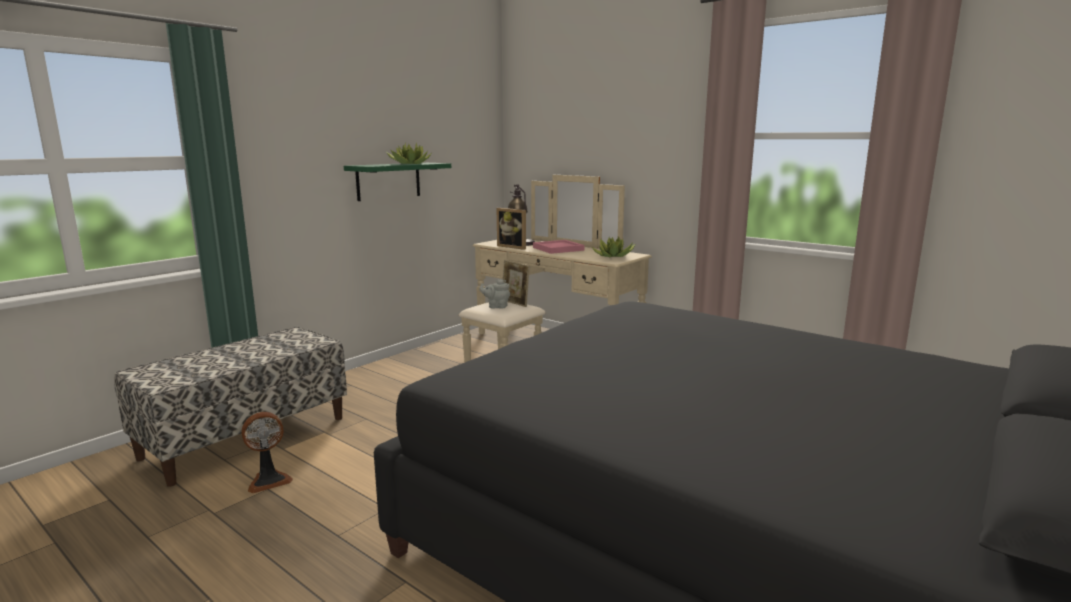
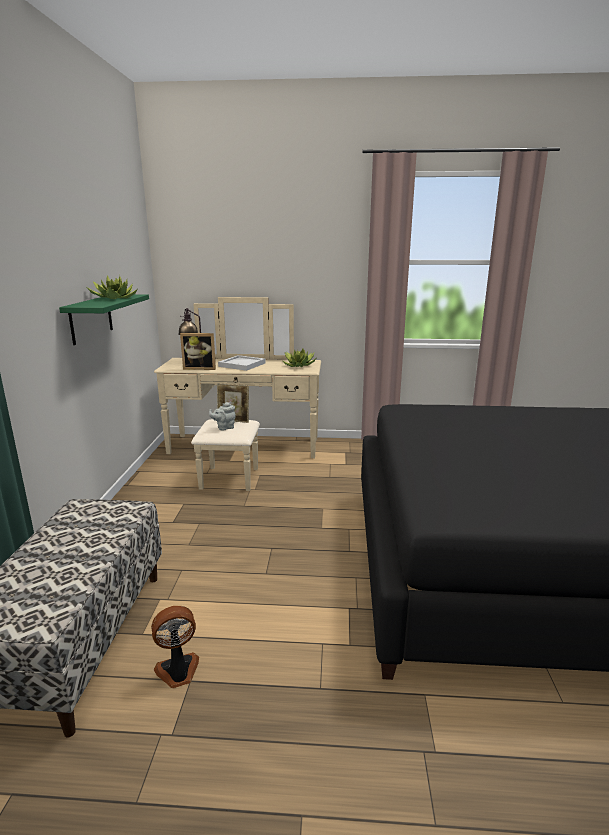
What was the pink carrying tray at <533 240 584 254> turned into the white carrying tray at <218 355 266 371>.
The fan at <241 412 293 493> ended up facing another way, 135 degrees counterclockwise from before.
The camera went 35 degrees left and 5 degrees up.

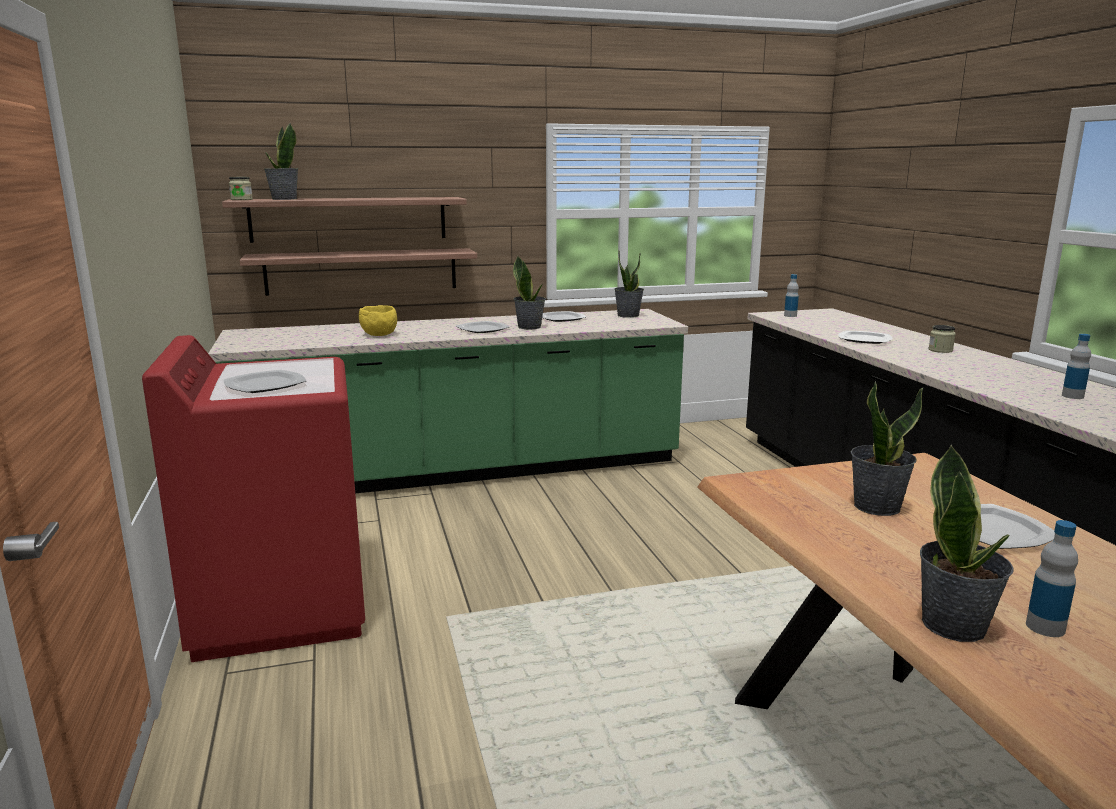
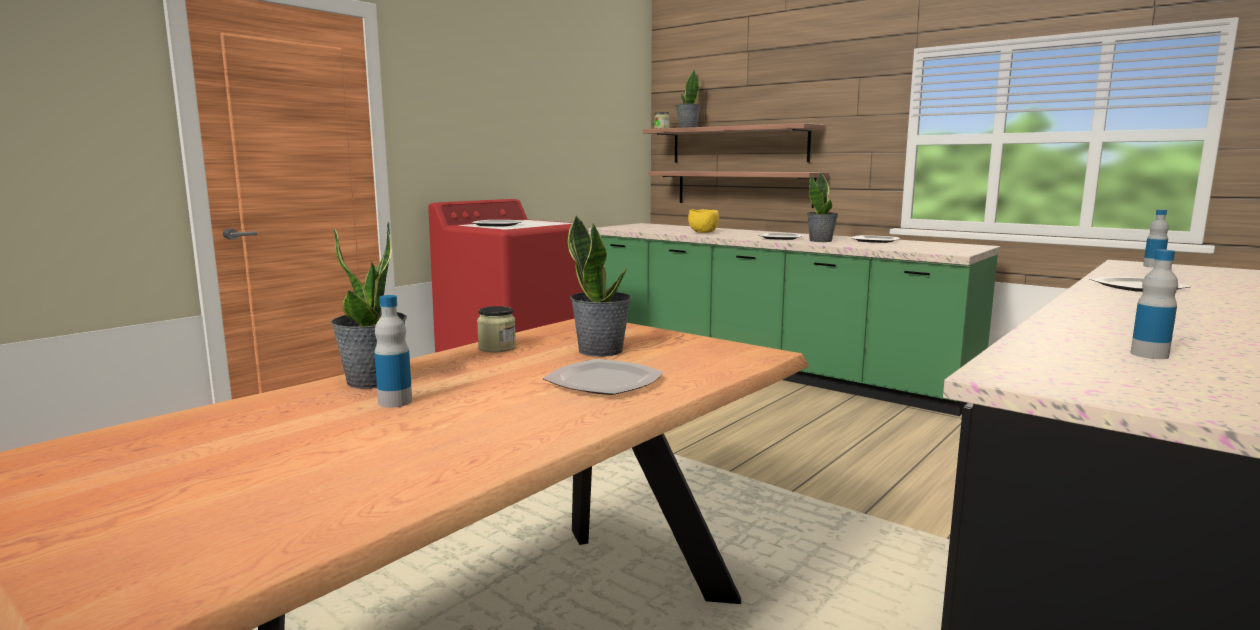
The second view lost the houseplant at <615 251 644 318>.
The jar ended up elsewhere, having gone from <928 325 956 353> to <477 306 516 353>.
The camera went 55 degrees right and 5 degrees down.

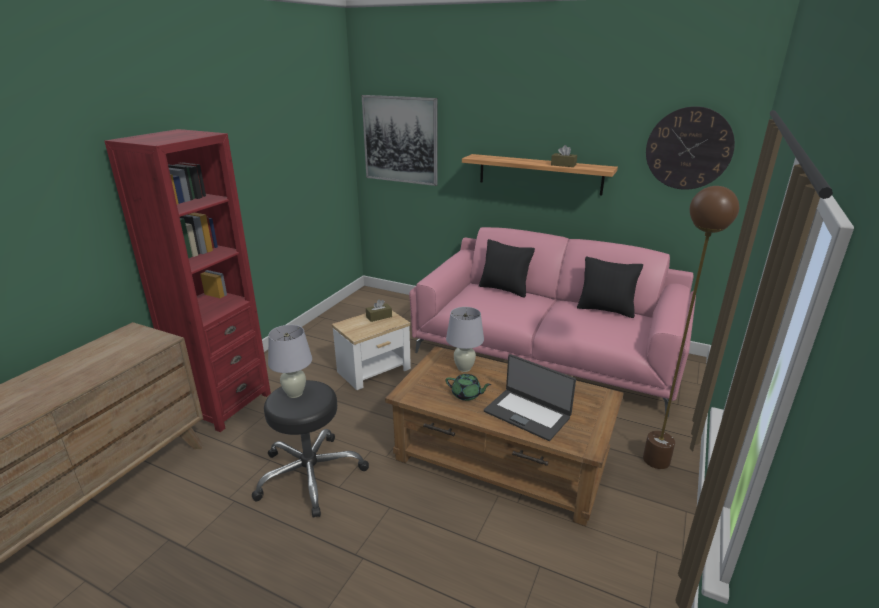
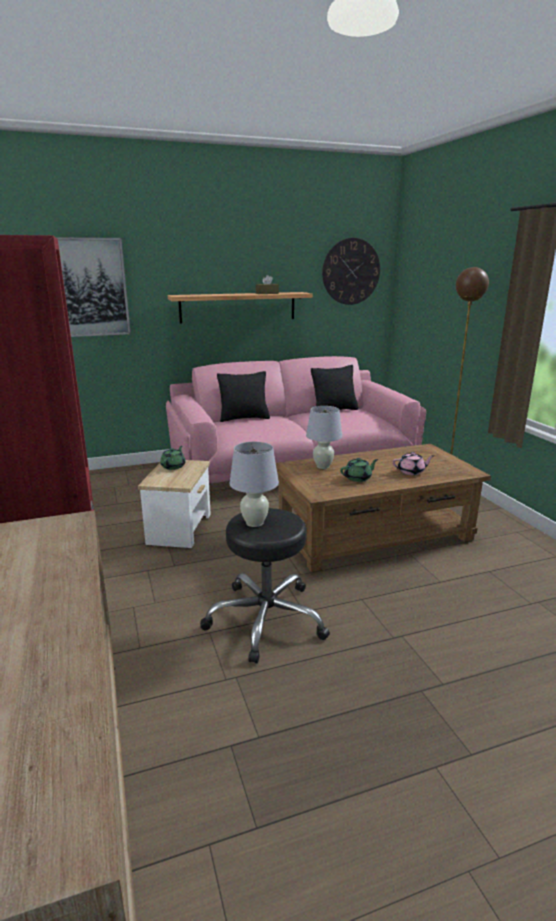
Where the brown-coloured tissue holder stood at <366 299 392 322>, the green pot for tea came to stand at <160 446 186 470>.
Where the portable computer stood at <484 354 576 441>, the pink pot for tea came to stand at <393 452 434 475>.
The camera went 45 degrees left and 5 degrees down.

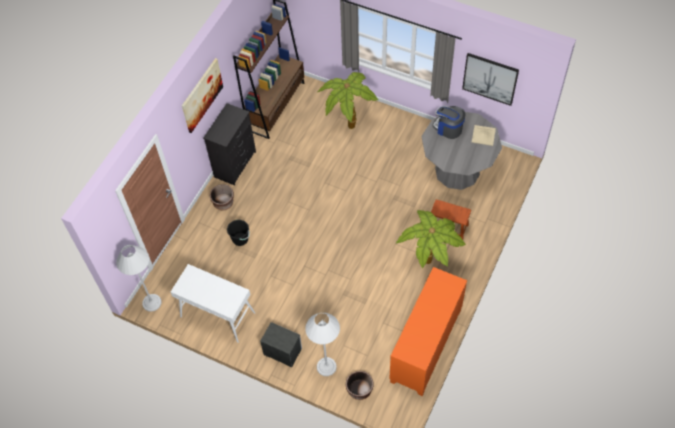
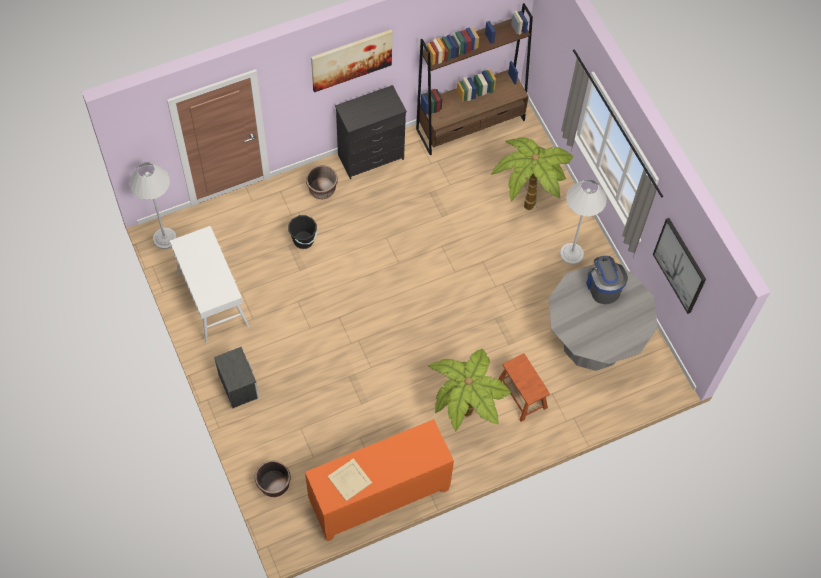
The beige carrying tray ended up elsewhere, having gone from <471 125 496 146> to <328 458 372 501>.
The white standing lamp ended up elsewhere, having gone from <305 313 340 376> to <560 179 607 264>.
The camera went 35 degrees right and 5 degrees up.

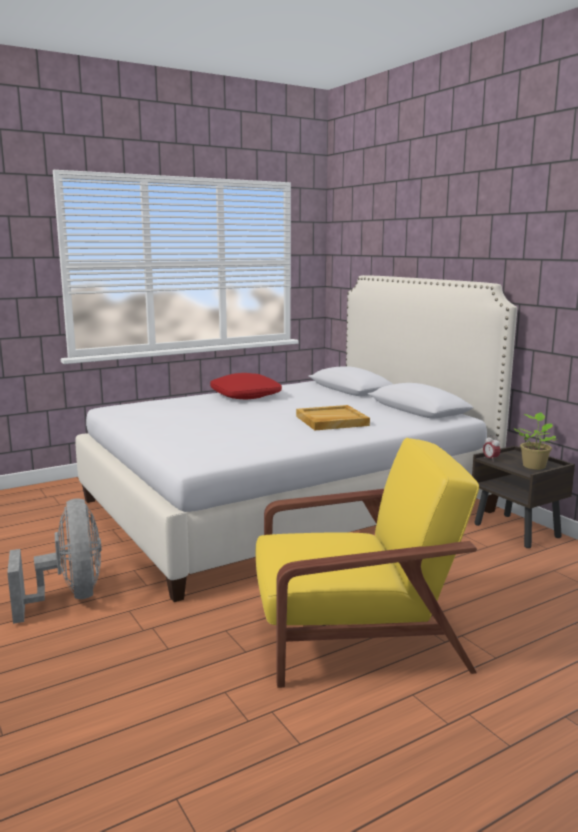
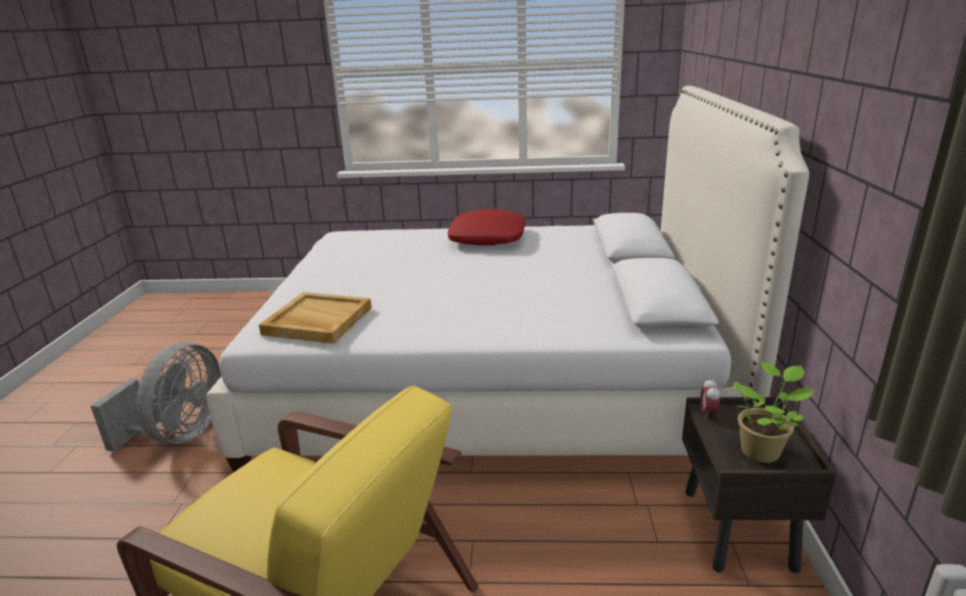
The beige carrying tray ended up elsewhere, having gone from <296 405 370 430> to <259 292 372 344>.
The camera went 35 degrees right and 10 degrees up.

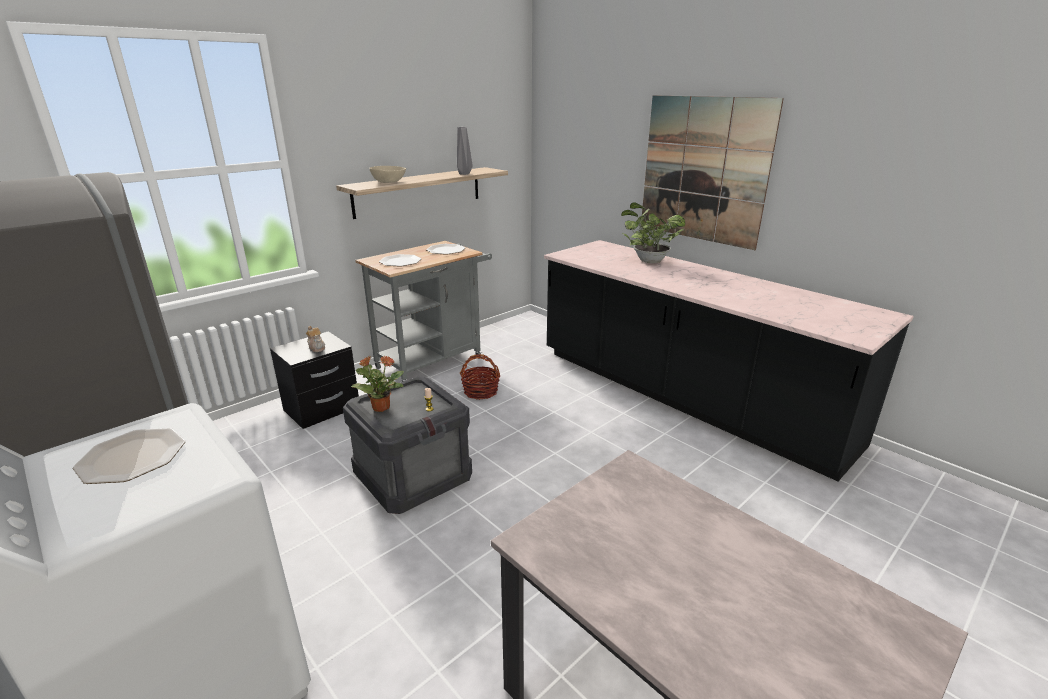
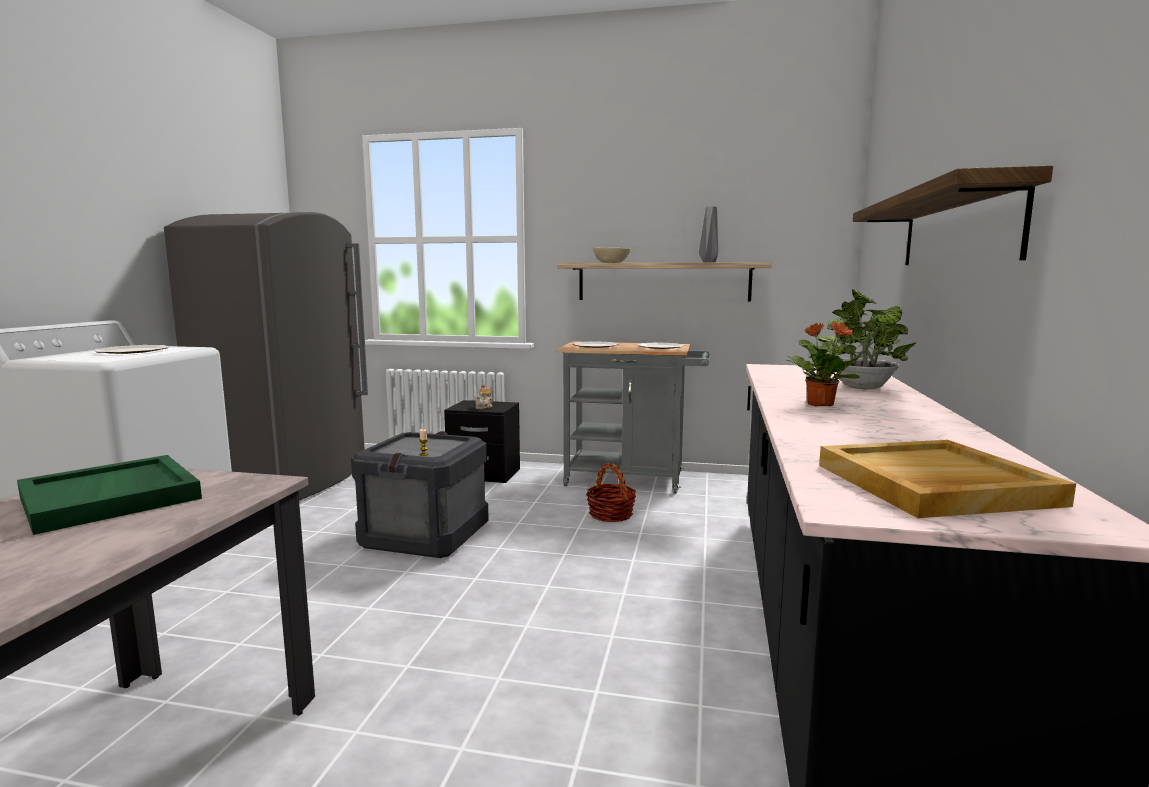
Where the wall art hung at <642 95 784 250>, the wall shelf came to hang at <853 166 1053 265>.
The houseplant ended up elsewhere, having gone from <351 356 404 412> to <786 322 864 406>.
The second view gained the beige carrying tray at <819 440 1076 518>.
The second view gained the green carrying tray at <17 455 202 535>.
The camera went 55 degrees right and 15 degrees down.

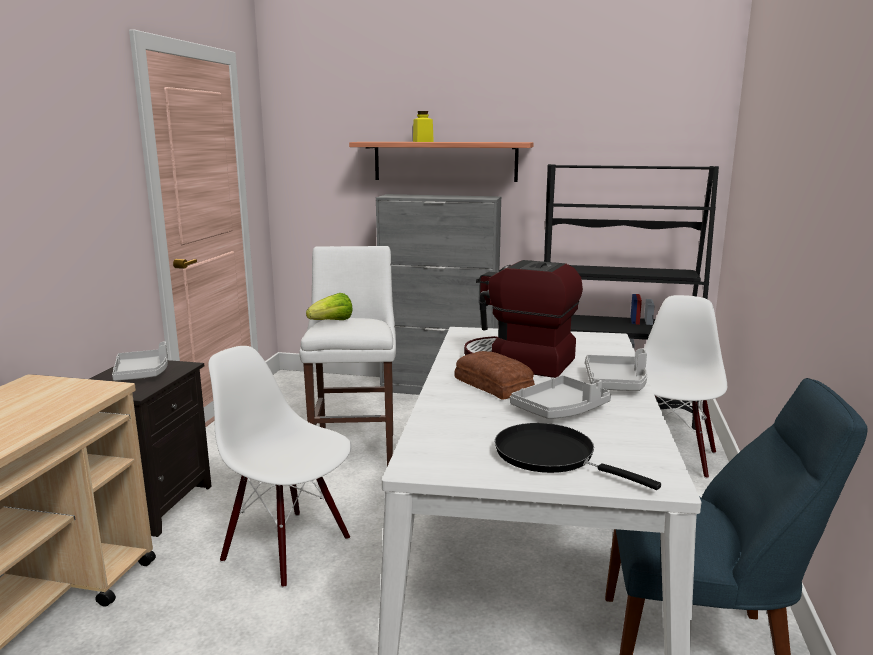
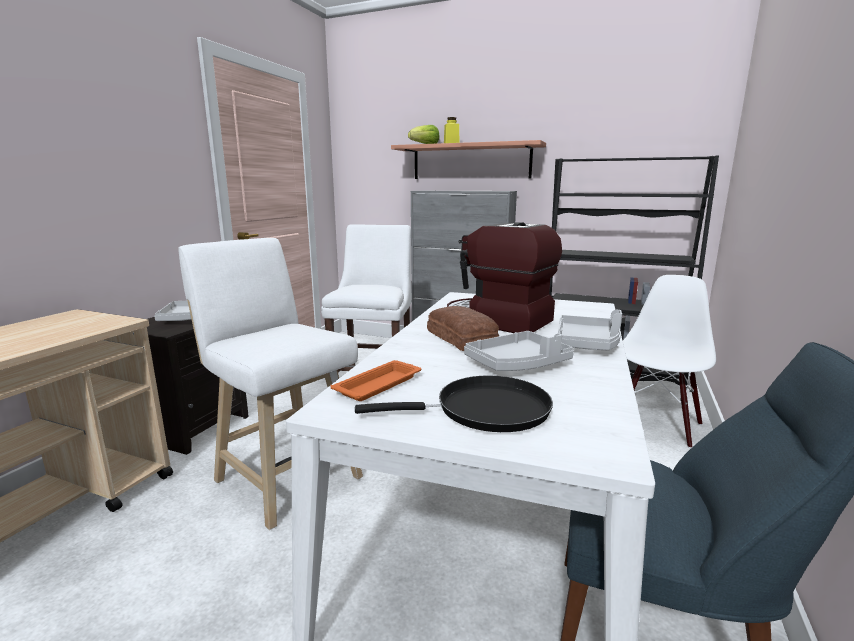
The lettuce ended up elsewhere, having gone from <306 293 353 320> to <408 125 439 144>.
Where the white upright chair stood at <208 346 351 588>, the white sitting stool came to stand at <178 238 363 530>.
The black-coloured pan at <495 423 661 490> ended up facing another way, 120 degrees clockwise from before.
The second view gained the orange carrying tray at <330 360 421 401>.
The camera went 10 degrees right and 0 degrees up.

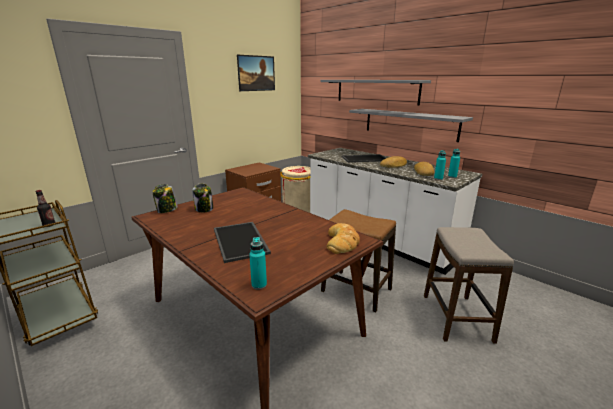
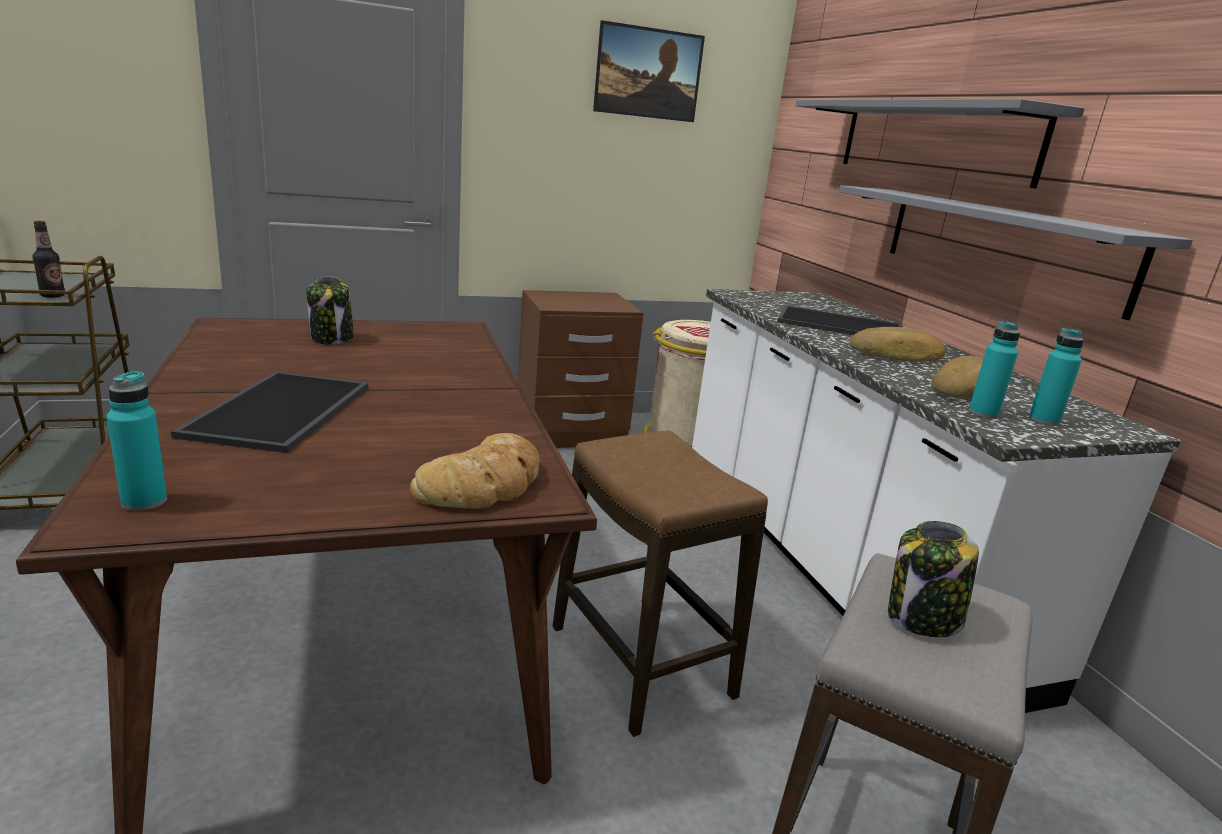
The jar ended up elsewhere, having gone from <152 184 178 213> to <888 521 979 637>.
The camera went 25 degrees right and 0 degrees up.

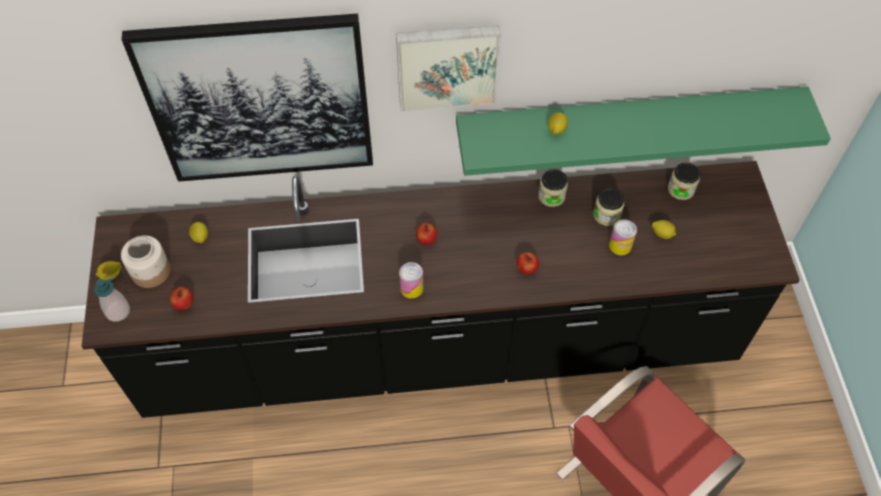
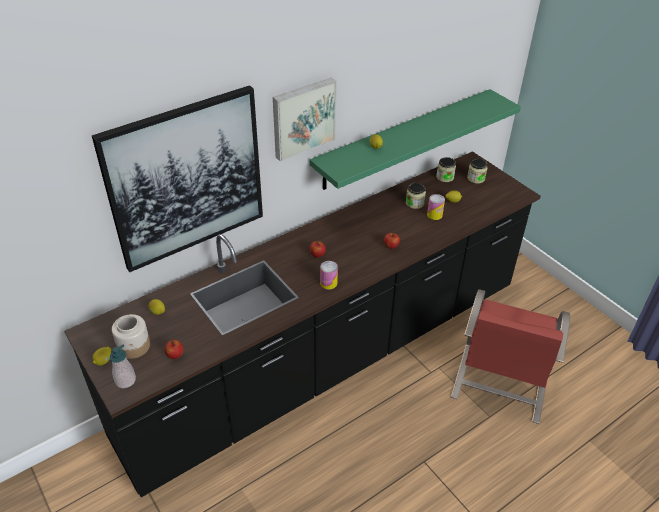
The jar ended up elsewhere, having gone from <538 169 568 207> to <467 159 487 184>.
The camera went 30 degrees left and 15 degrees down.

